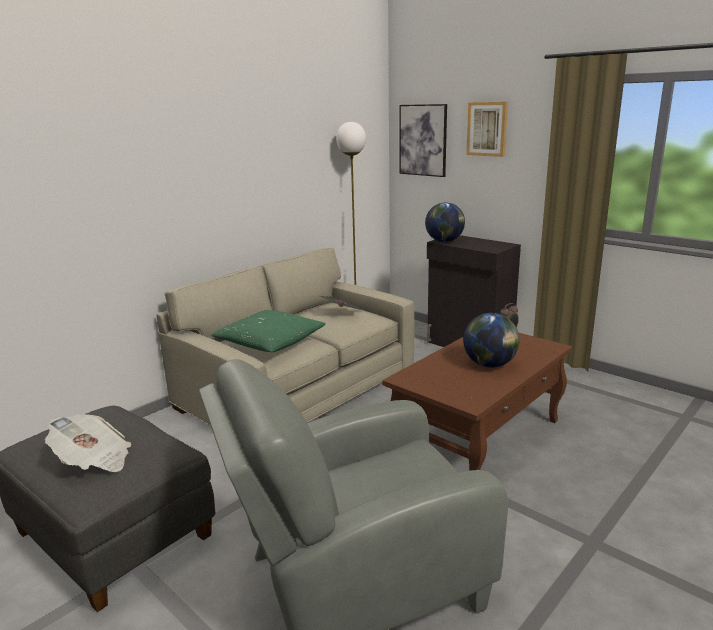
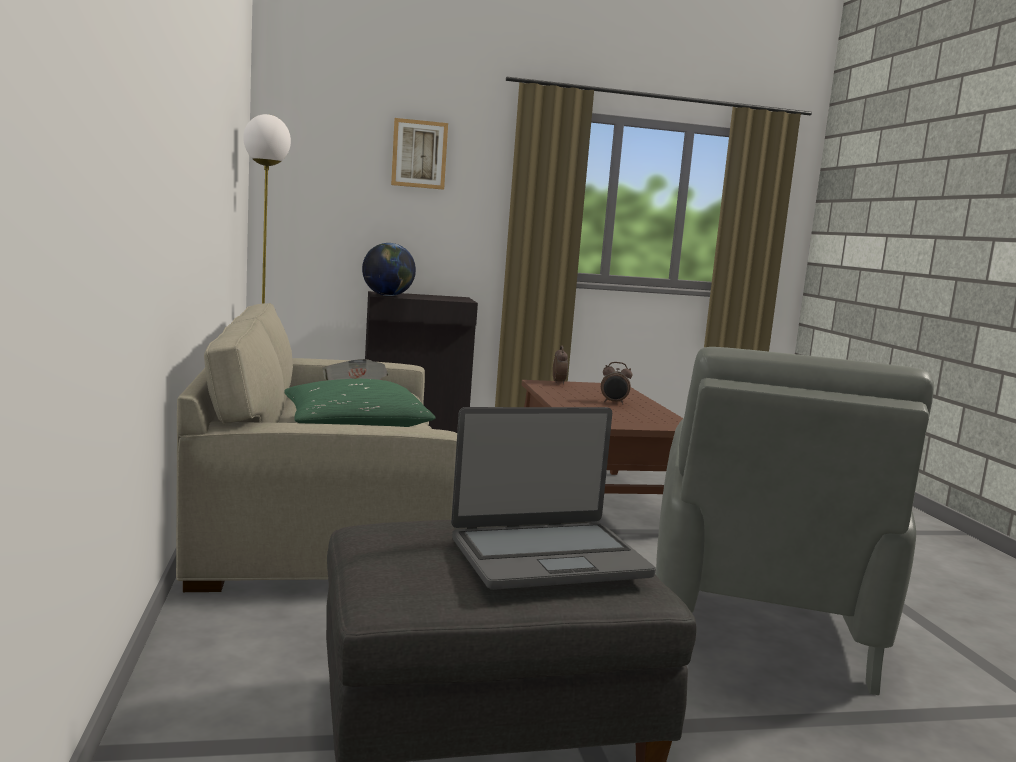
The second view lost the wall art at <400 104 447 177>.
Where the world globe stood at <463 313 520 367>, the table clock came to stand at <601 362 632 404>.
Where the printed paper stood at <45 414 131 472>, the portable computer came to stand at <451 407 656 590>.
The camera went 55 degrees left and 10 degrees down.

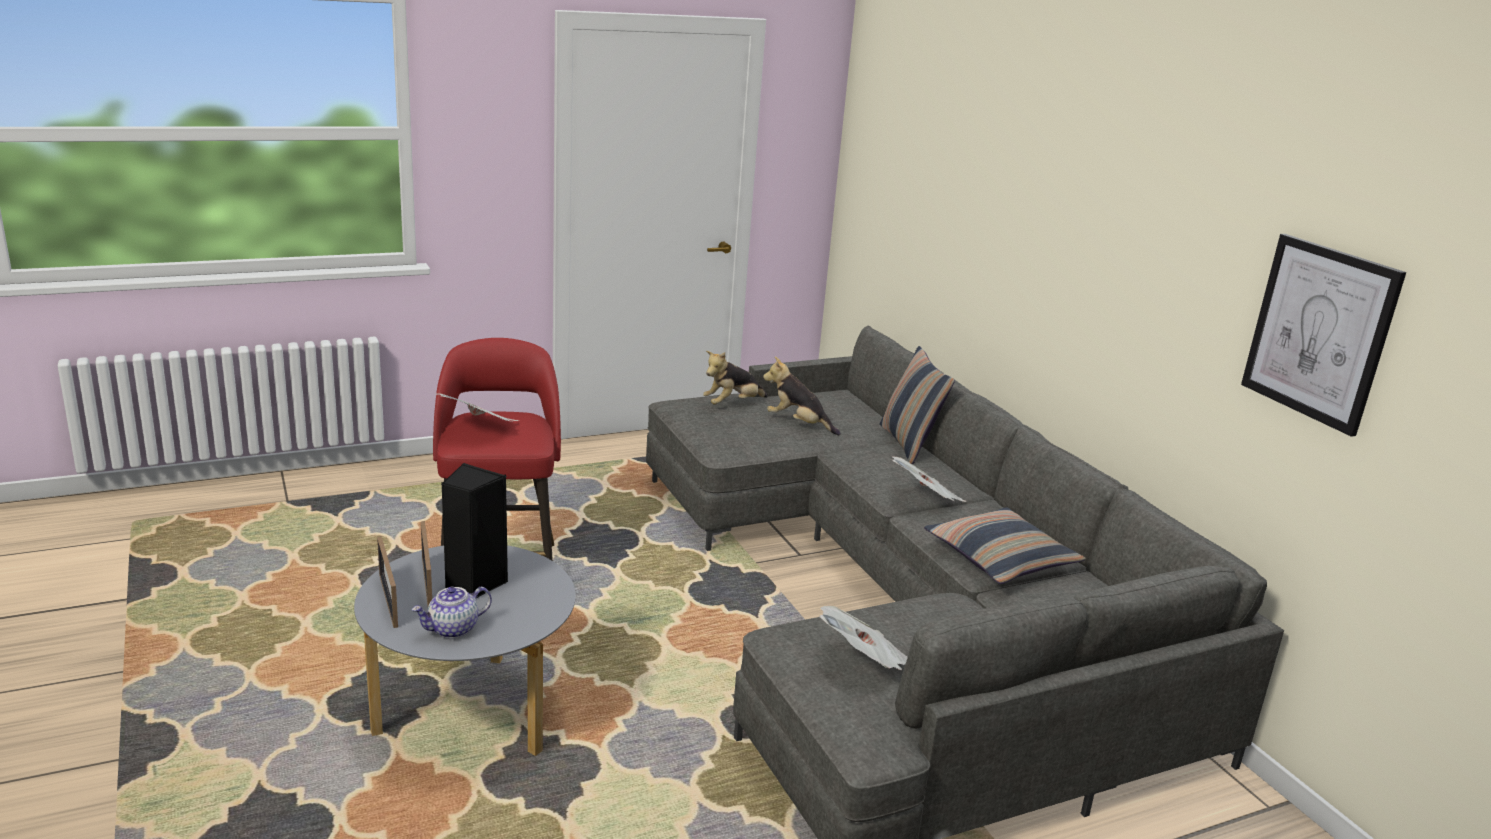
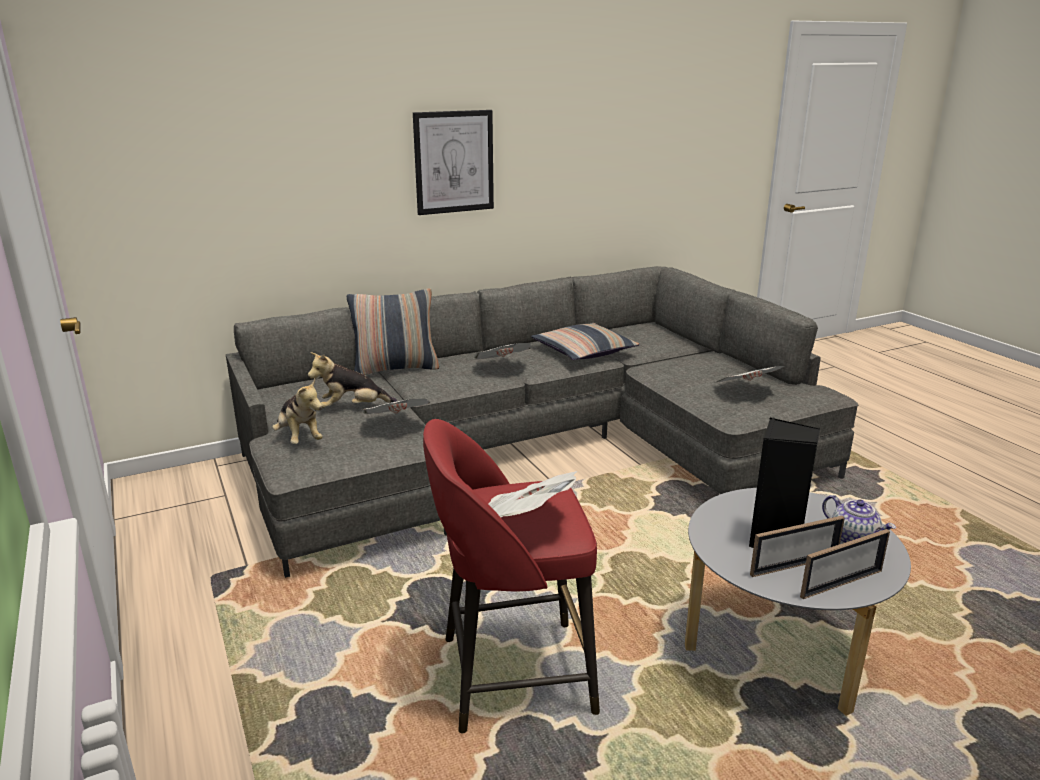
The wall art ended up elsewhere, having gone from <1241 234 1406 437> to <413 110 494 215>.
The cuddly toy at <763 357 841 436> ended up facing another way, 45 degrees clockwise from before.
The second view gained the printed paper at <361 399 431 414>.
The camera went 90 degrees left and 0 degrees up.

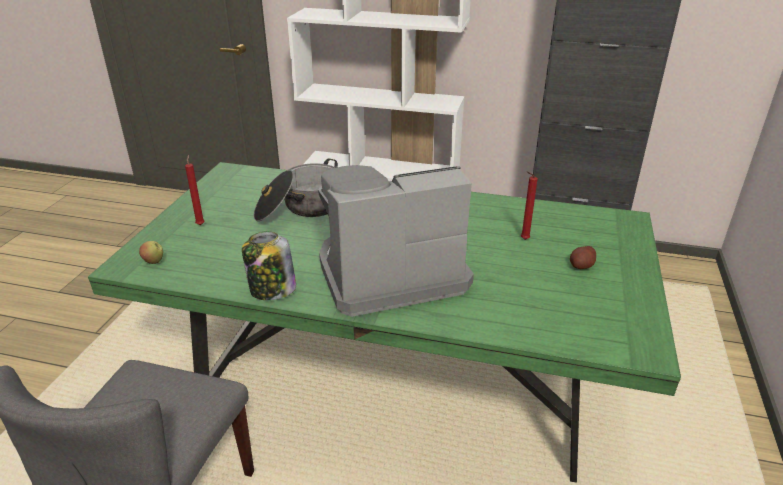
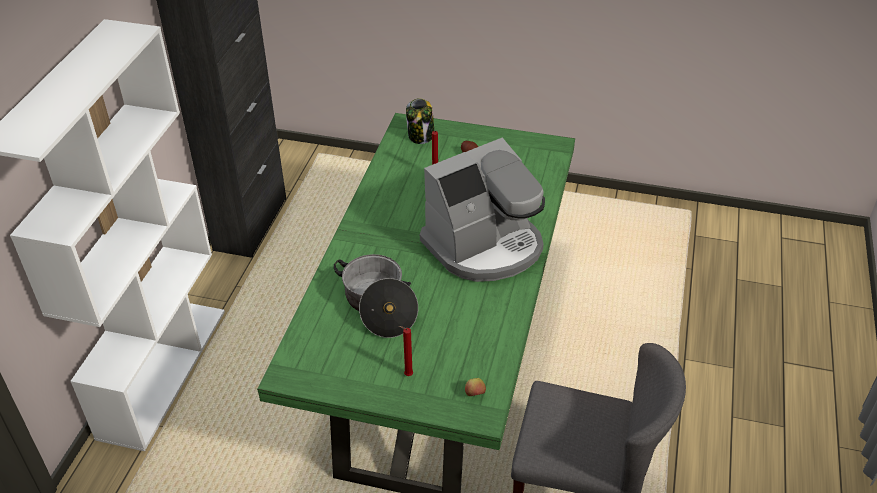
The coffee brewer at <318 165 474 317> ended up facing another way, 105 degrees counterclockwise from before.
The jar ended up elsewhere, having gone from <242 231 296 300> to <406 98 434 144>.
The camera went 90 degrees left and 10 degrees up.

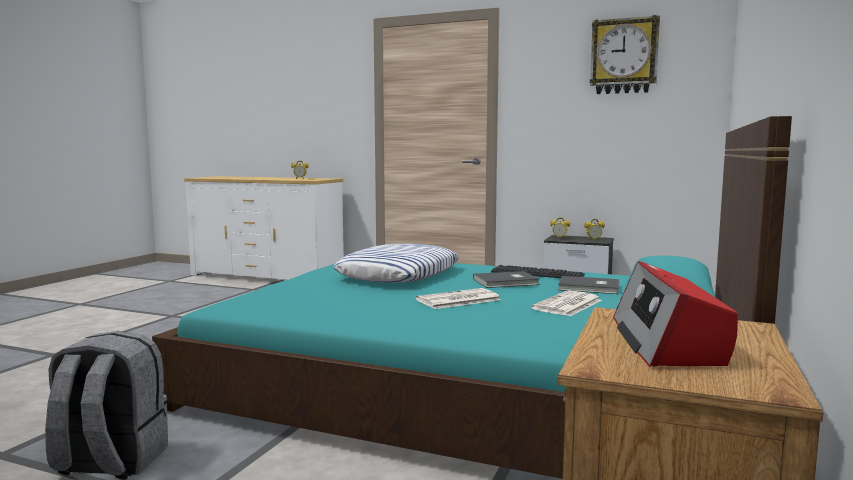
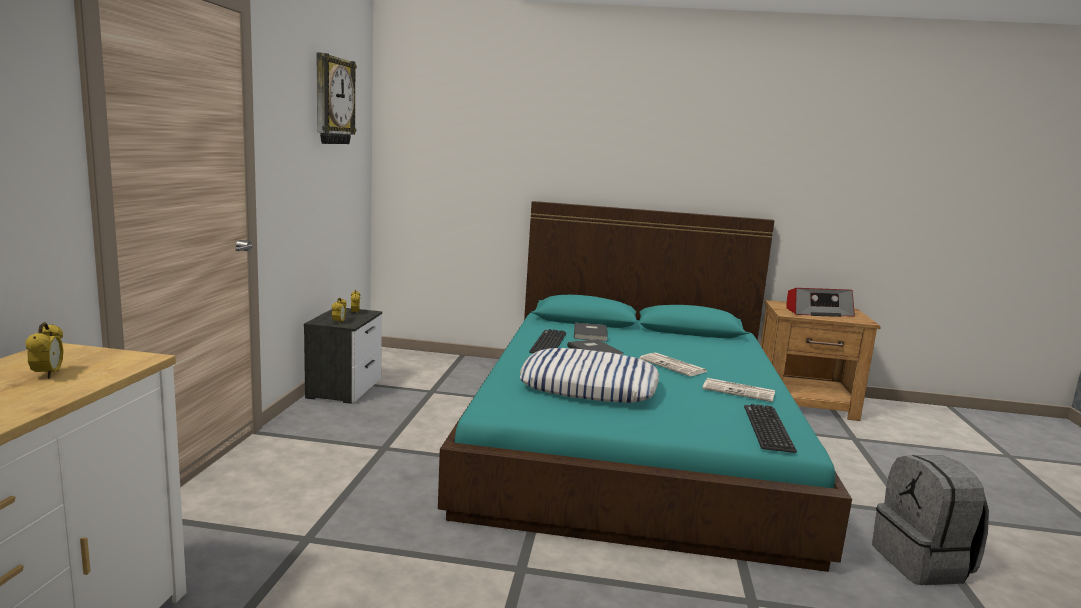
The printed paper ended up elsewhere, having gone from <531 290 602 316> to <703 378 775 402>.
The second view gained the PC keyboard at <744 404 797 453>.
The camera went 105 degrees left and 5 degrees up.

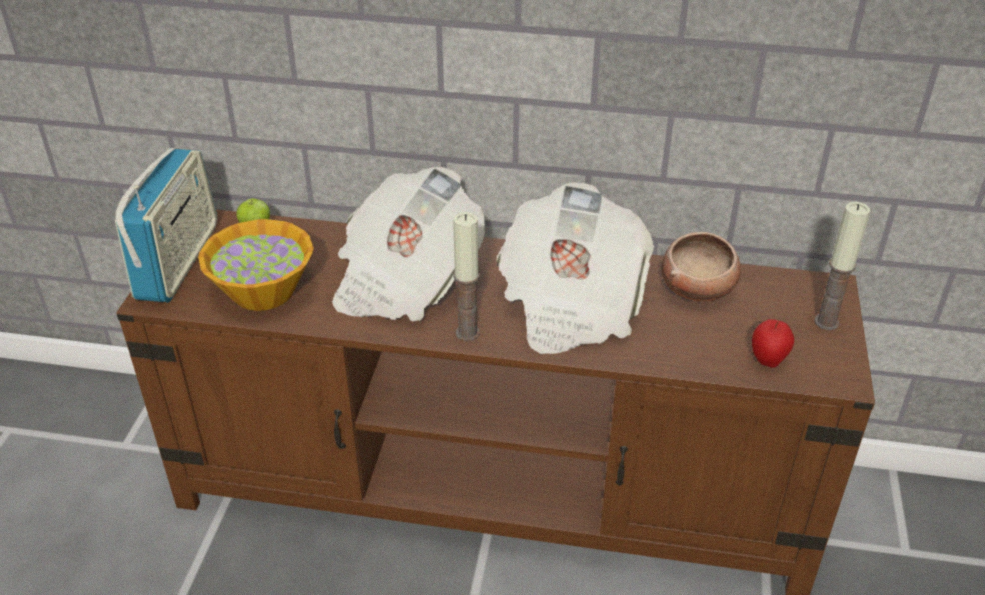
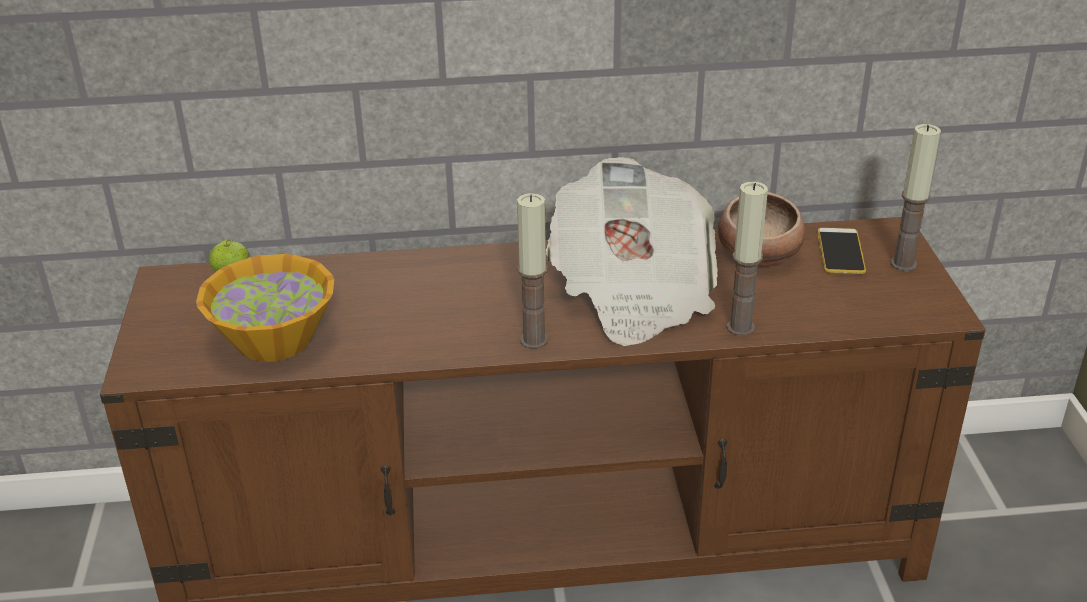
The second view lost the radio set at <115 148 217 303>.
The second view lost the printed paper at <332 167 485 322>.
The second view lost the apple at <752 319 794 368>.
The second view gained the candle at <727 181 768 336>.
The second view gained the handset at <817 228 866 274>.
The camera went 15 degrees left and 5 degrees down.

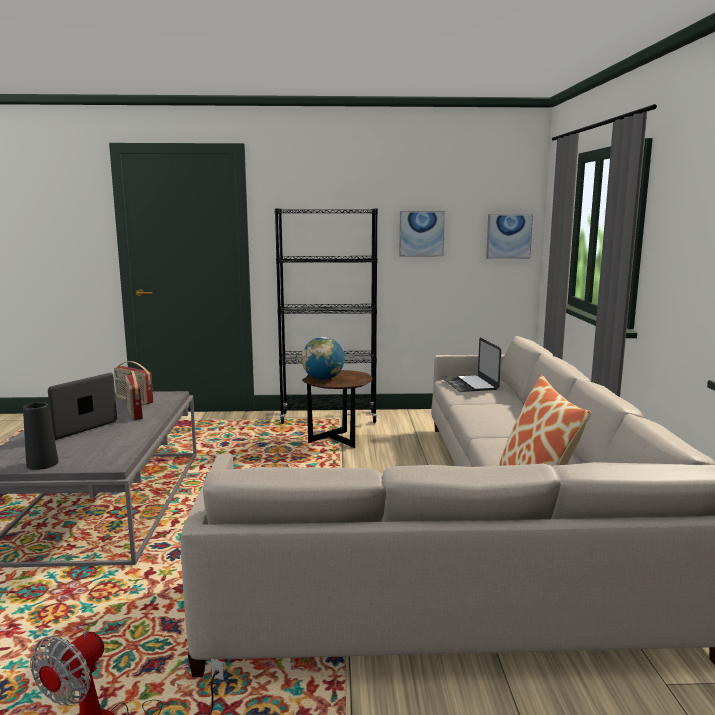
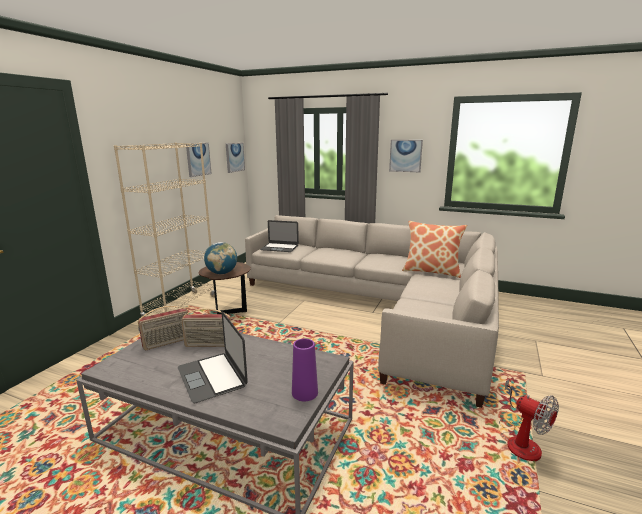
What was the black-coloured bookshelf at <275 209 378 424> turned into the beige bookshelf at <114 143 217 317>.
What was the black-coloured flower vase at <23 402 59 470> turned into the purplish flower vase at <292 339 318 401>.
The second view gained the wall art at <389 140 423 172>.
The camera went 65 degrees left and 5 degrees up.

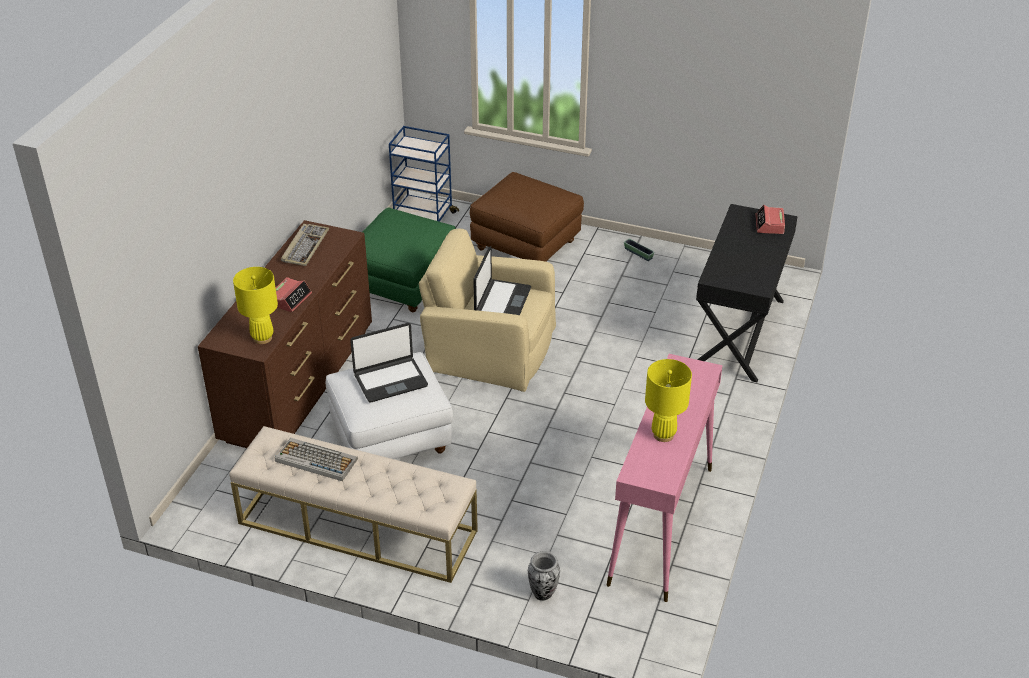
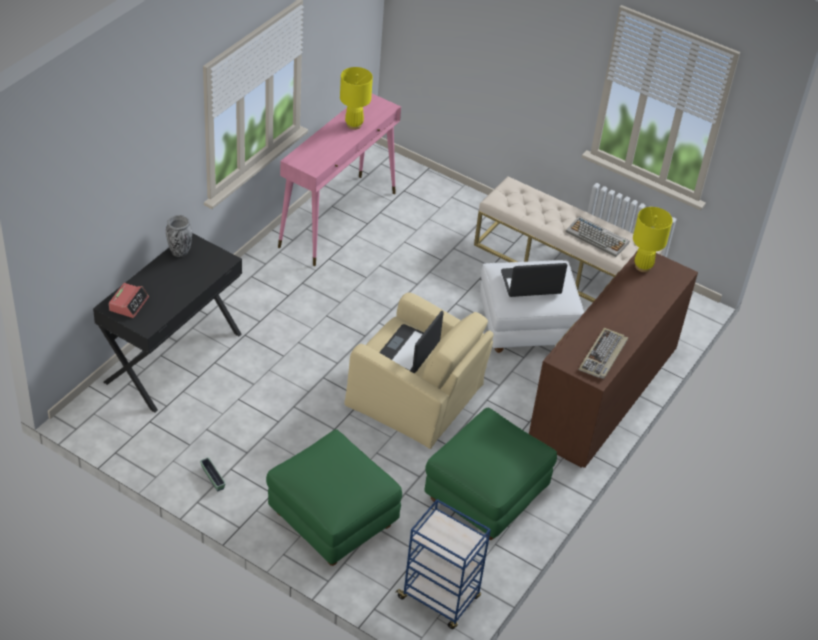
What was the brown-coloured ottoman at <470 172 584 262> turned into the green ottoman at <266 429 402 566>.
The second view lost the table clock at <276 277 312 312>.
The flower vase ended up elsewhere, having gone from <528 551 560 601> to <166 215 192 257>.
The camera went 170 degrees left and 5 degrees up.

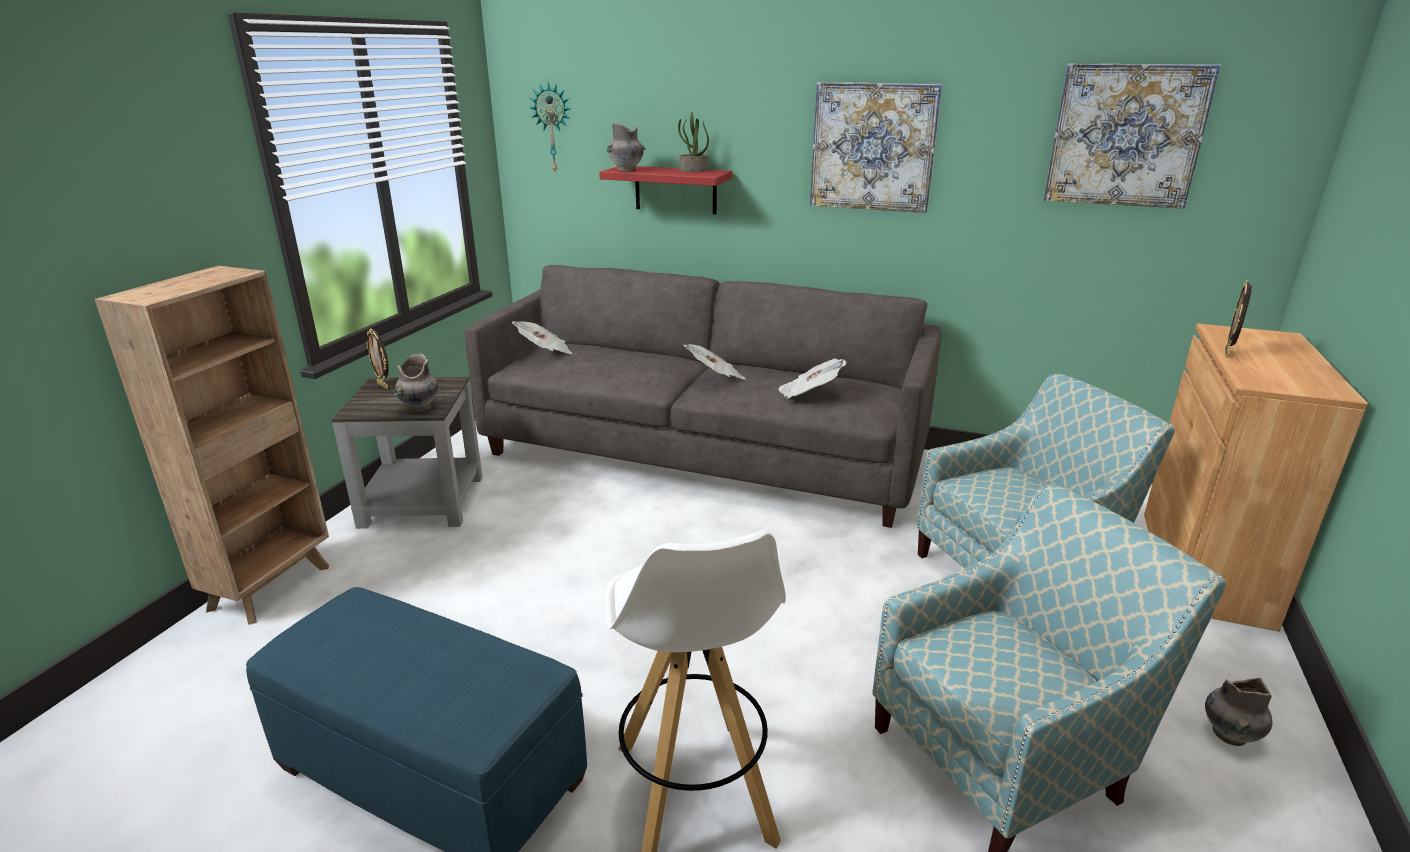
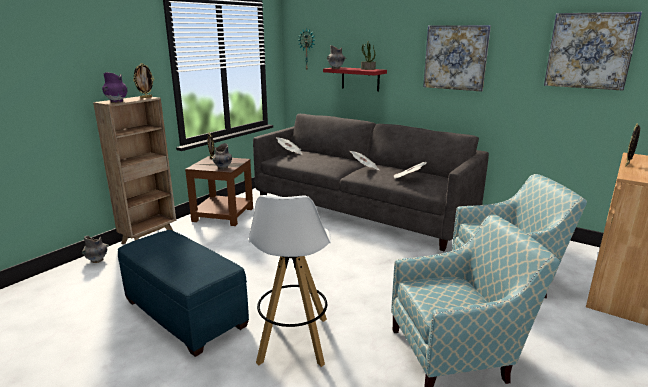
What was the grey end table at <331 377 483 529> turned into the brown-coloured end table at <185 156 253 226>.
The grey flower vase ended up elsewhere, having gone from <1205 678 1272 746> to <82 236 109 263>.
The second view gained the photo frame at <133 63 154 98>.
The second view gained the purplish flower vase at <102 72 128 103>.
The camera went 15 degrees right and 5 degrees down.

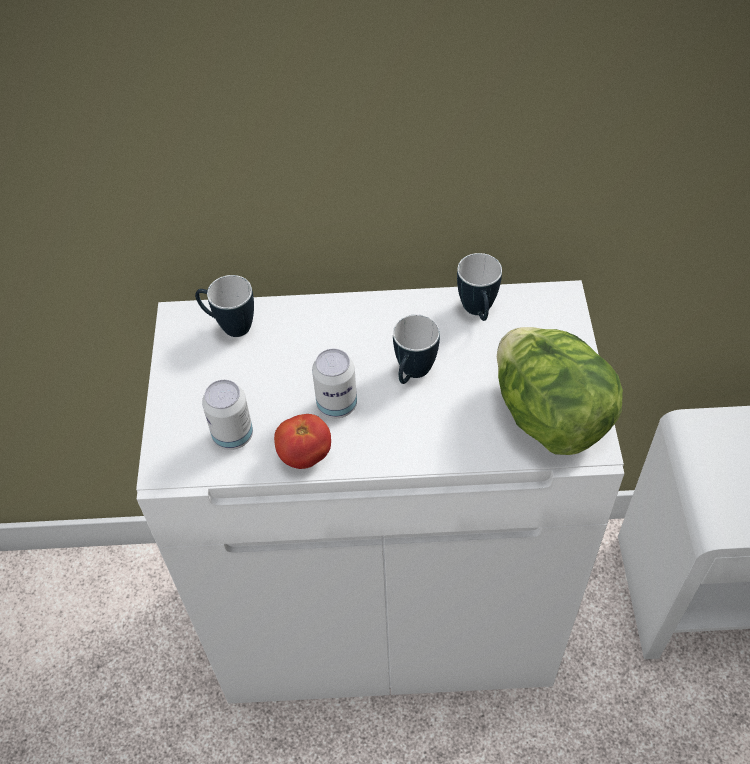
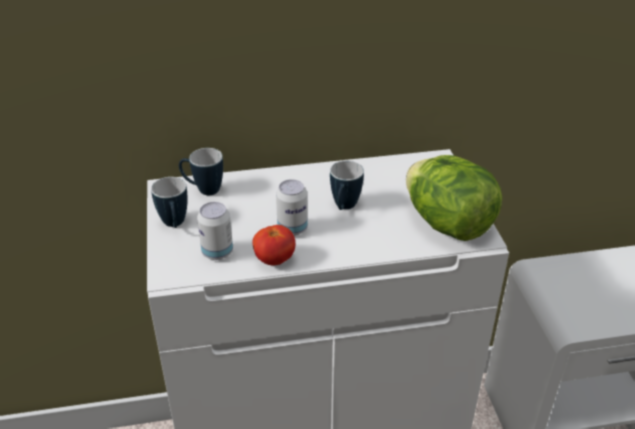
The coffee mug ended up elsewhere, having gone from <457 253 502 321> to <151 177 187 228>.
The camera went 10 degrees left and 15 degrees down.

